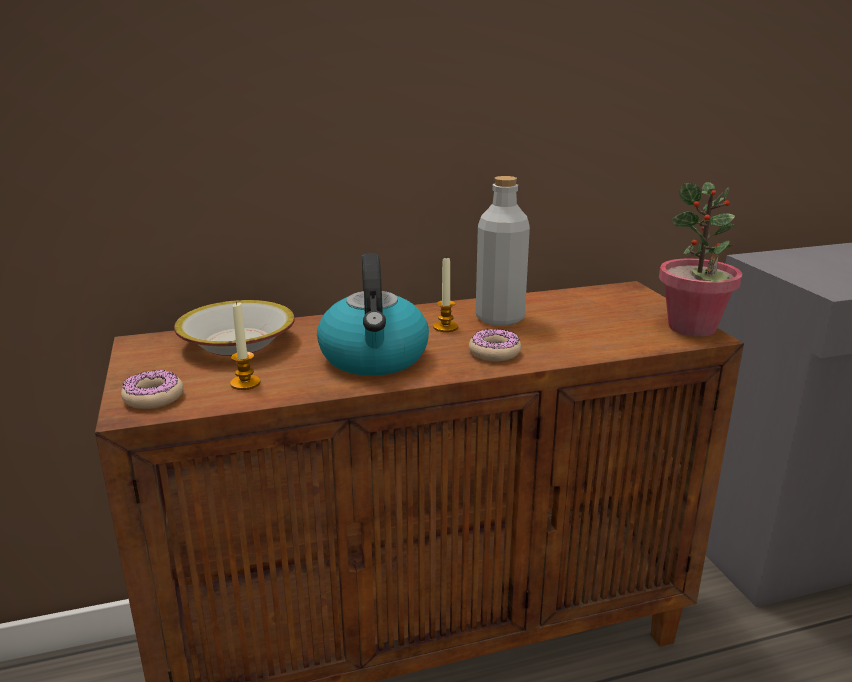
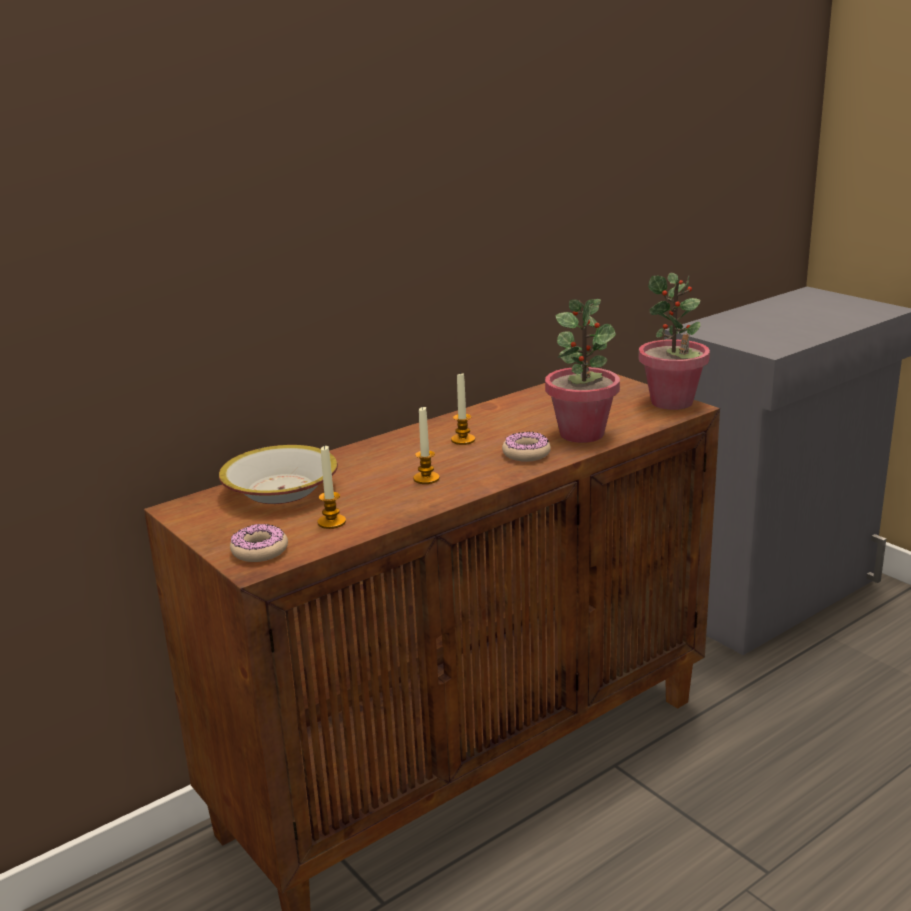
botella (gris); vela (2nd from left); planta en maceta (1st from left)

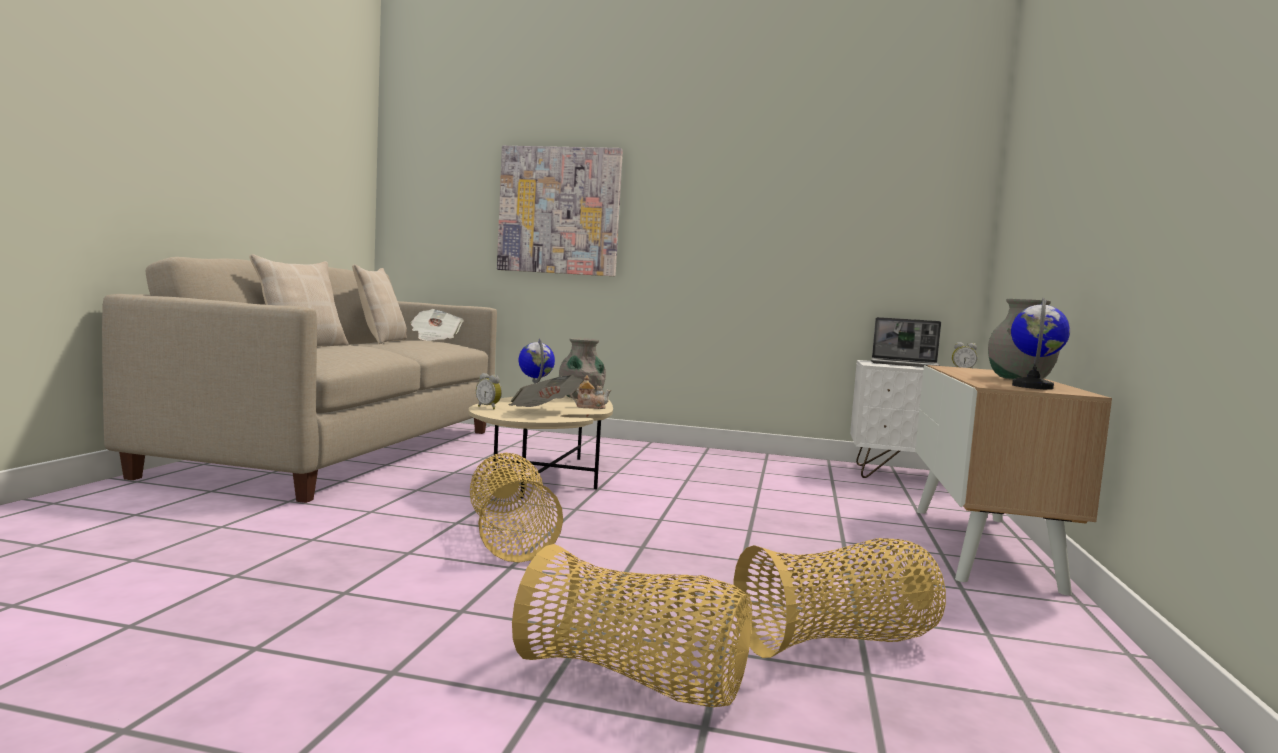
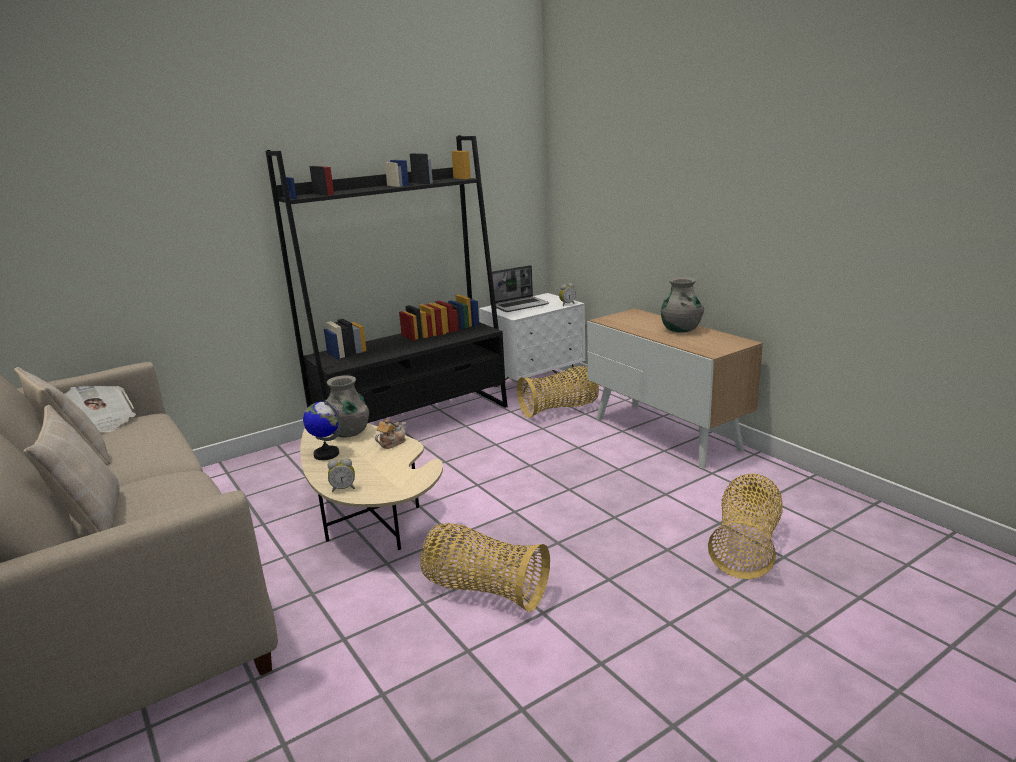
cuadro; globo terráqueo (2nd from left in the first image); periódico (2nd from left in the first image); cesta (2nd from left); estantería (negro)

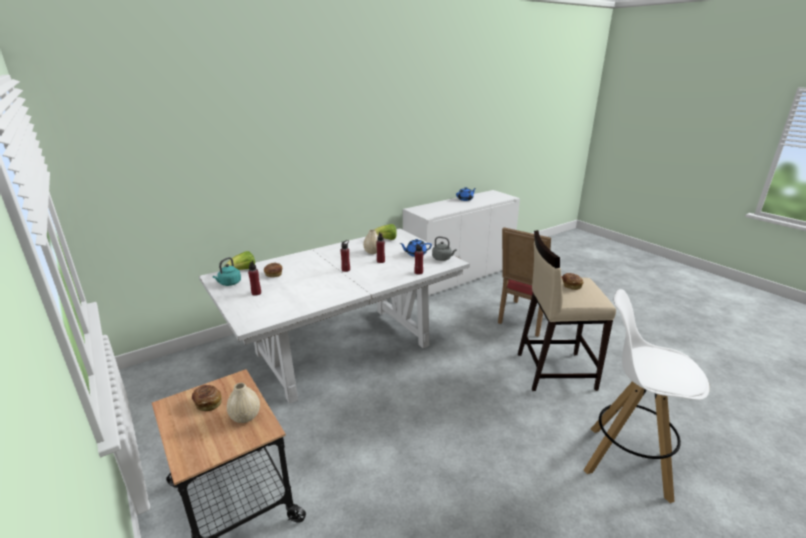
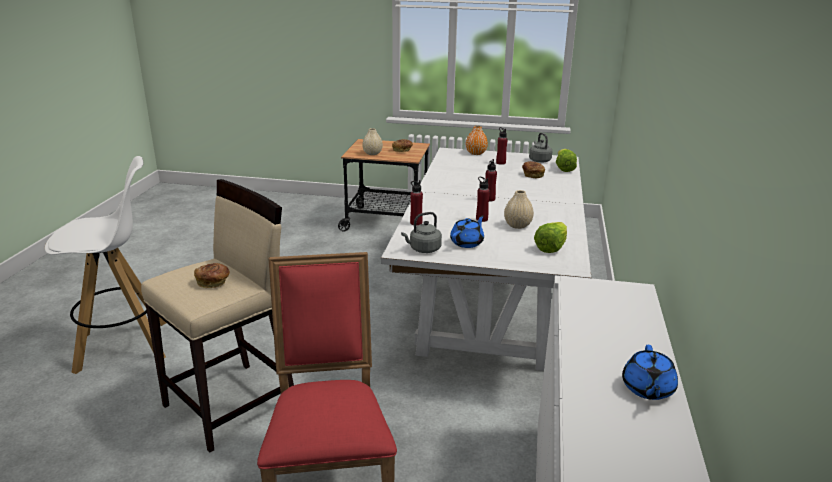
hervidor (gris) (2nd from left); florero (naranja)

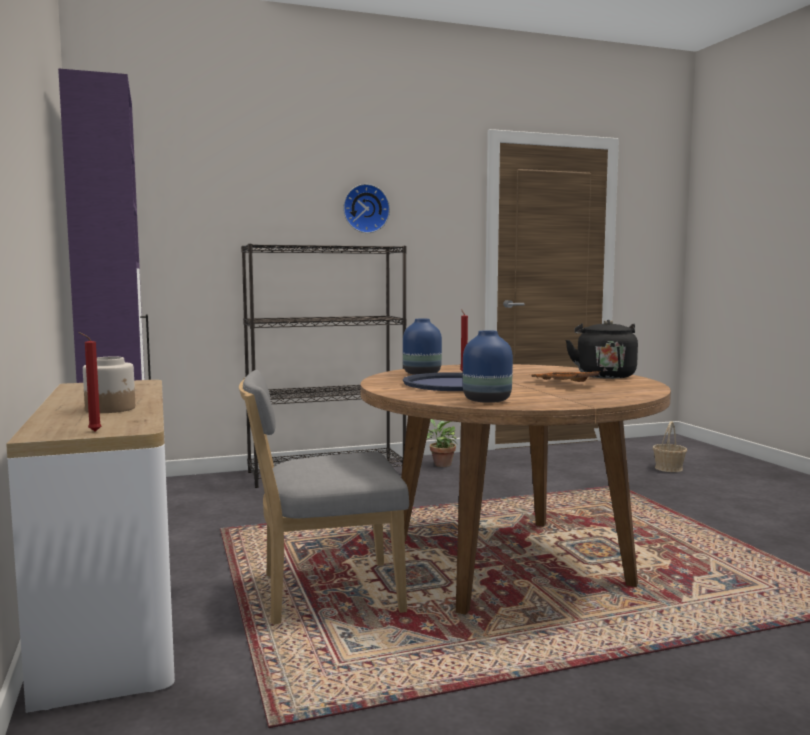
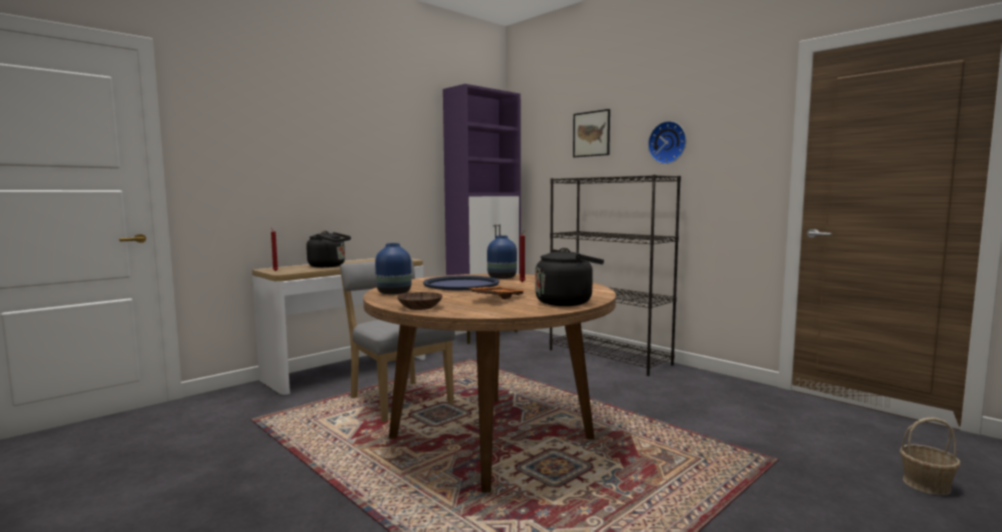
hervidor (negro) (1st from left); planta en maceta; cuadro; cuenco (marrón)

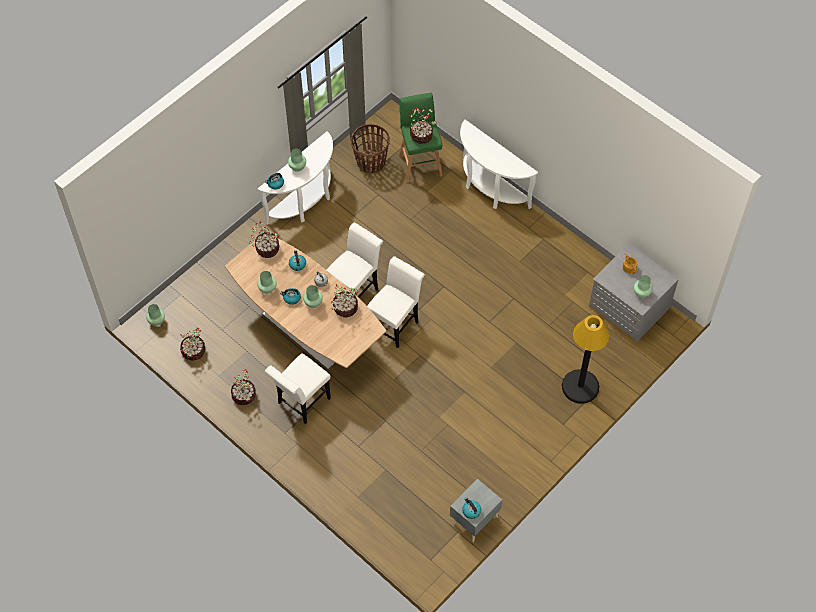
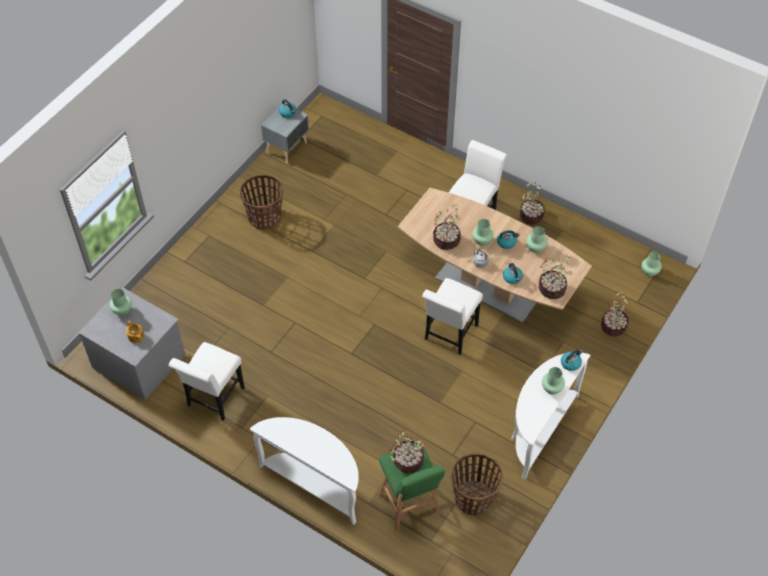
silla (blanco) (1st from left); lámpara de pie (negro); planta en maceta (5th from left); cesta (1st from left)

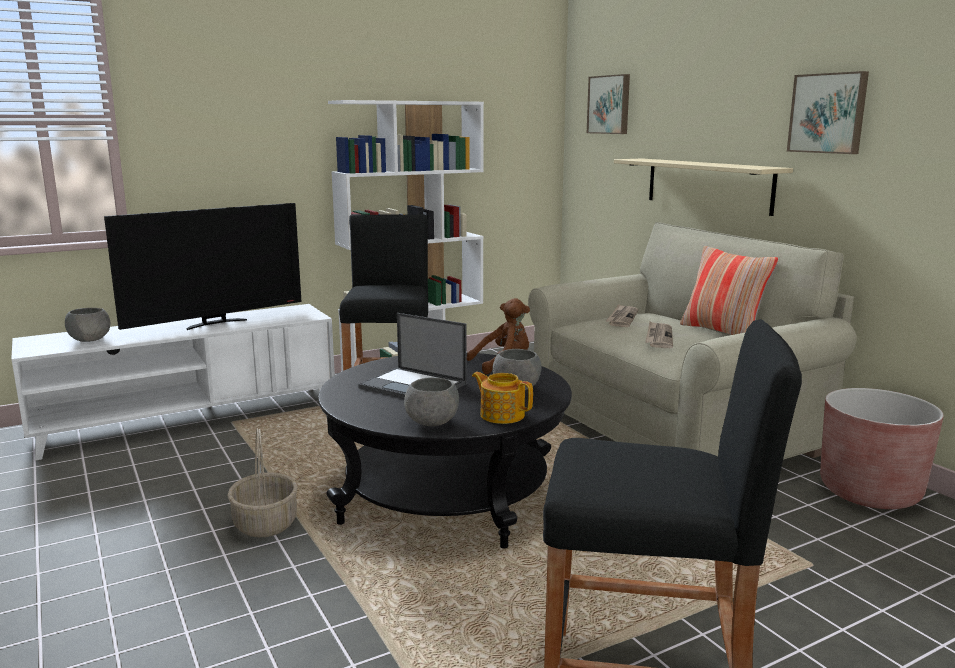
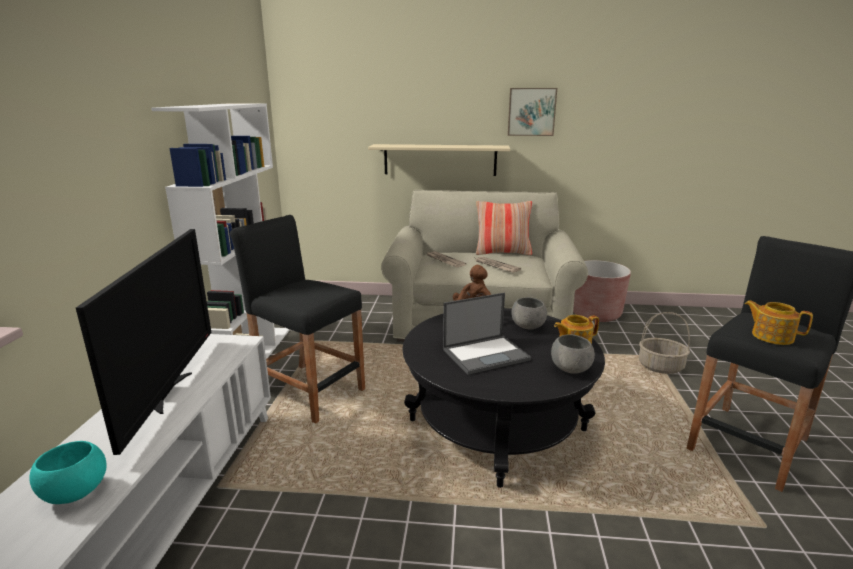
cuadro (1st from left in the first image); cuenco (turquesa); cesta; tetera (2nd from left)

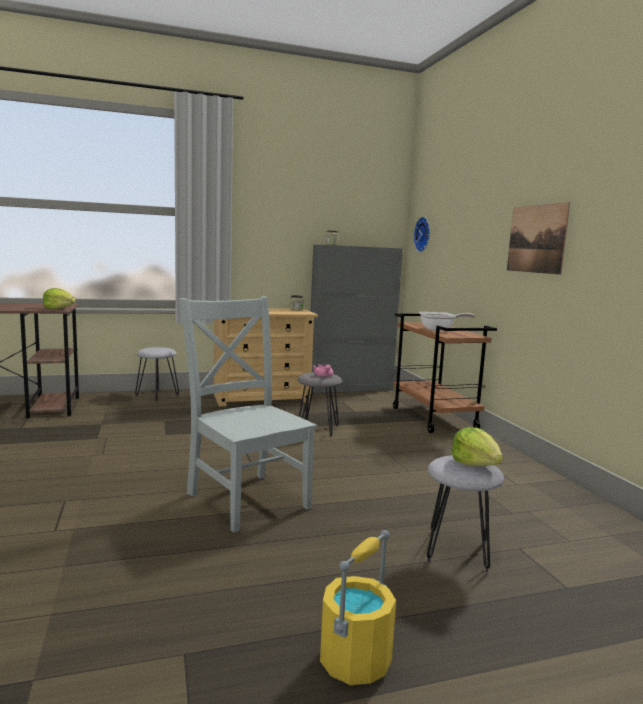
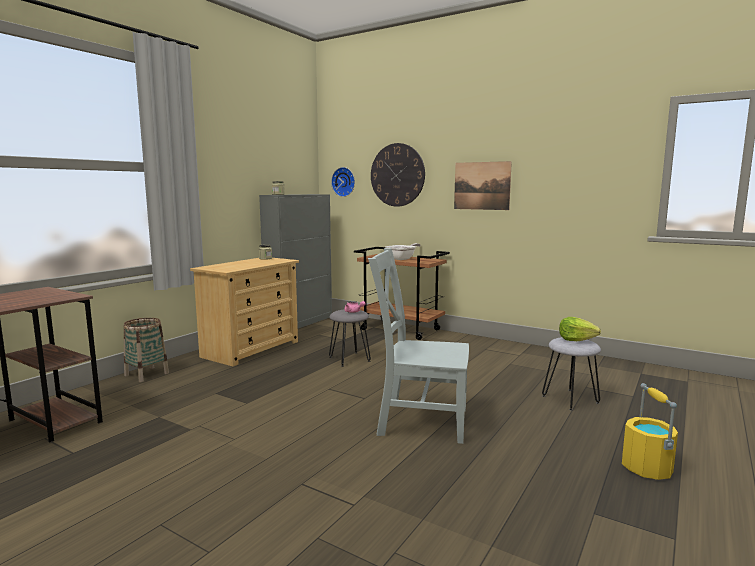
lechuga (1st from left in the first image); cesta; reloj de pared (2nd from left)

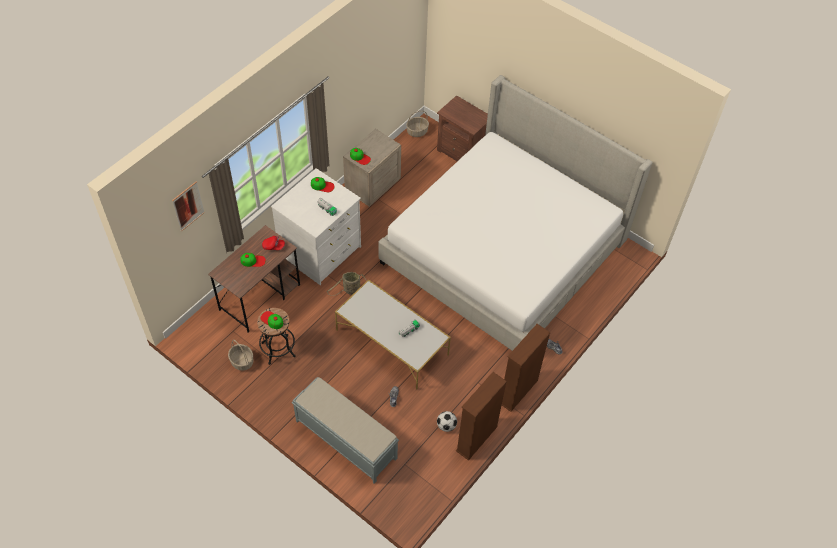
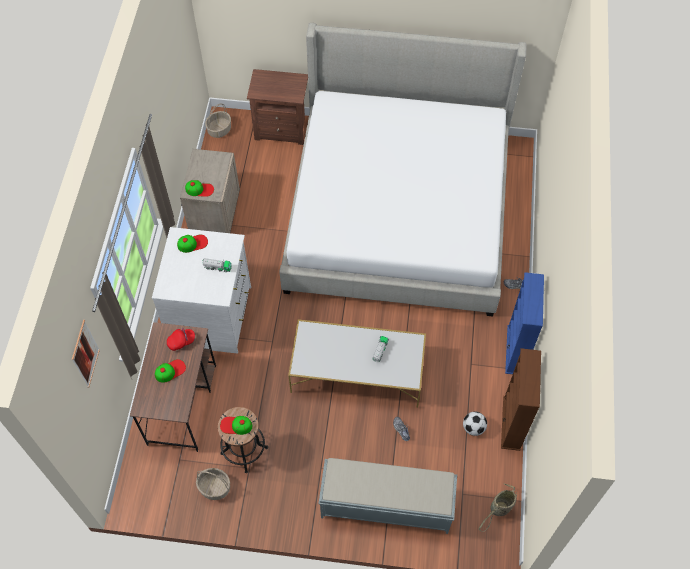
cesta (3rd from left); estantería (azul)

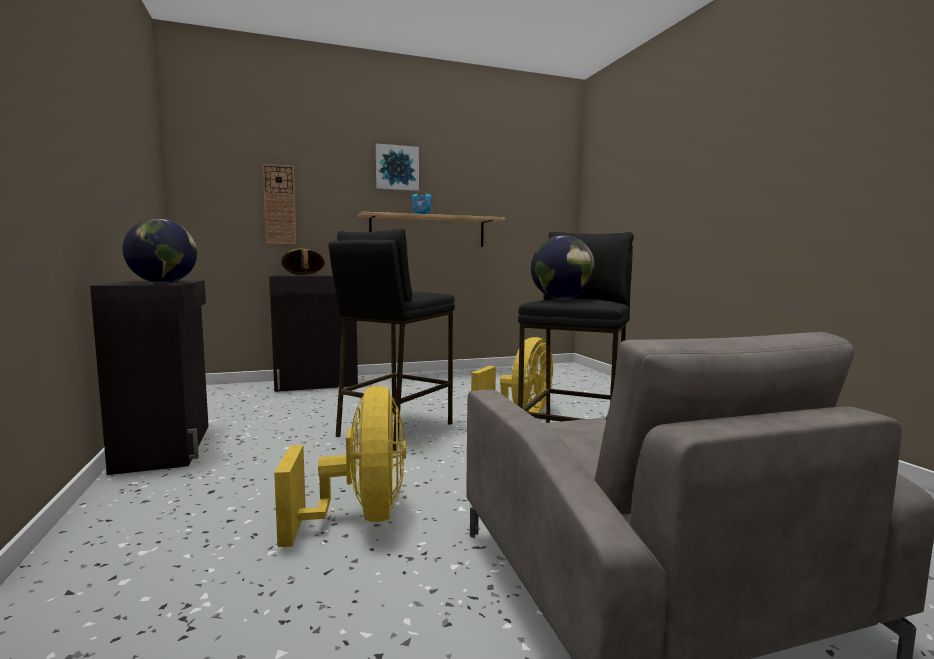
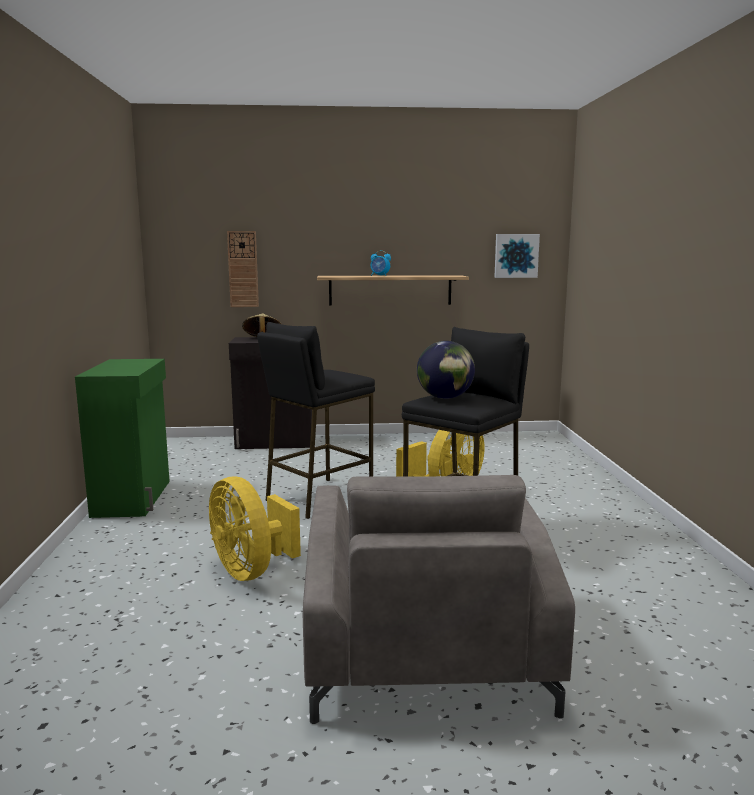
cuadro; globo terráqueo (1st from left in the first image); armario (verde); ventilador (amarillo) (1st from left)

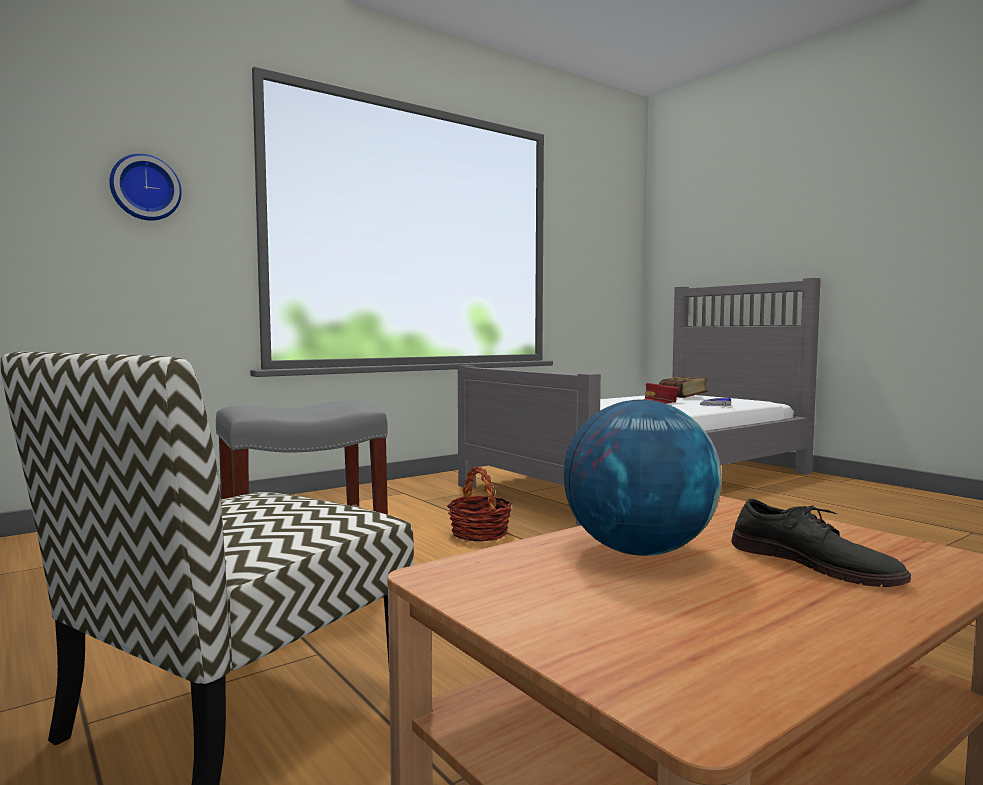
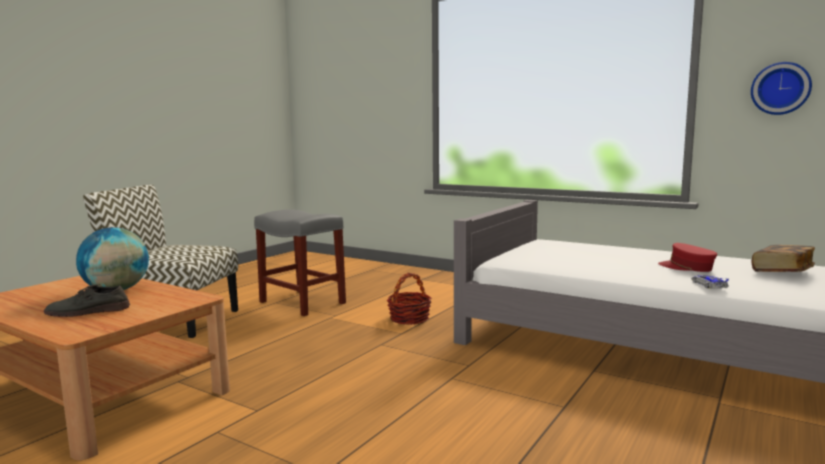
reloj de pared; zapato (gris)

